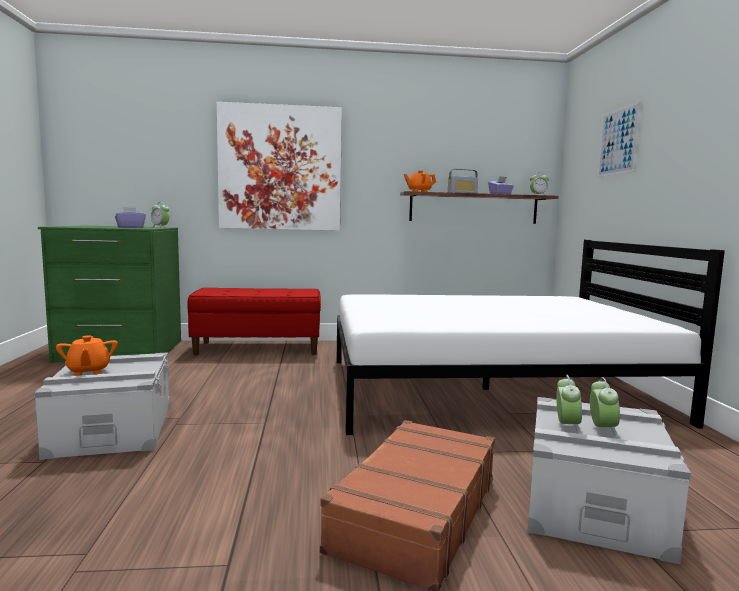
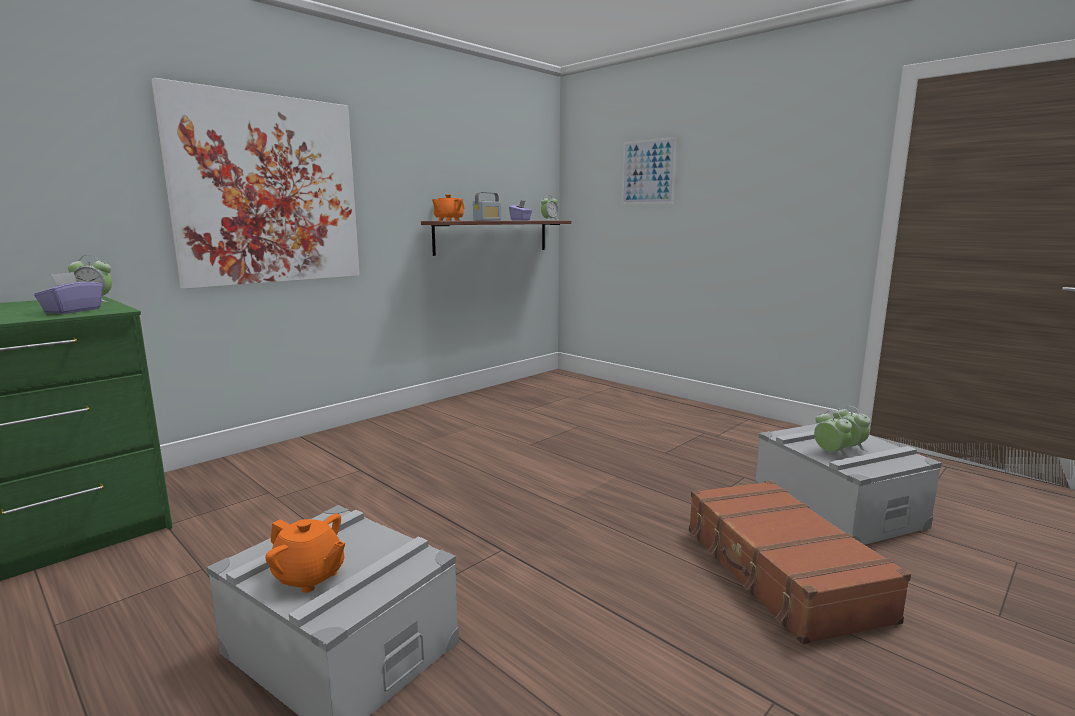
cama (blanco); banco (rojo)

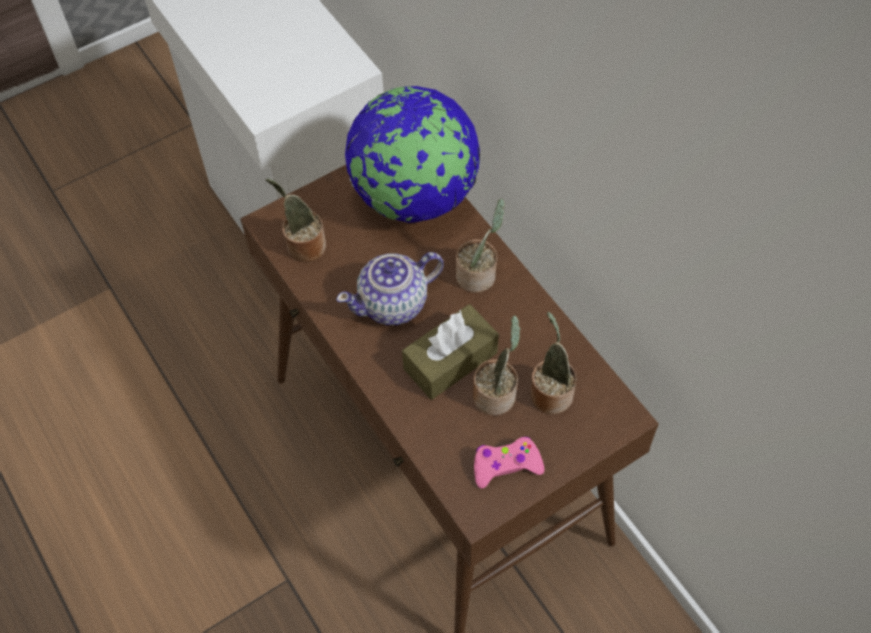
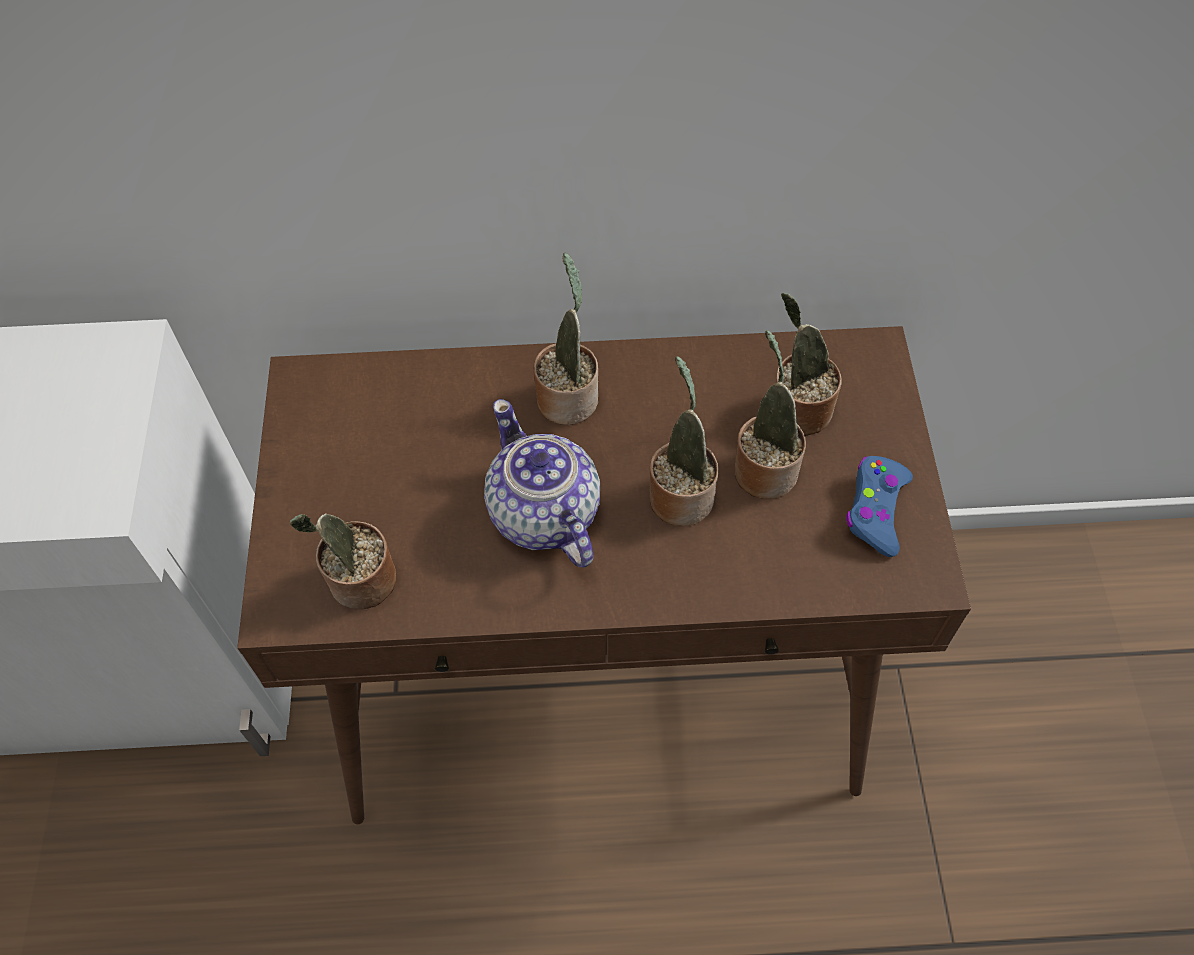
globo terráqueo; tetera; planta en maceta (3rd from left); mando de consola (azul)

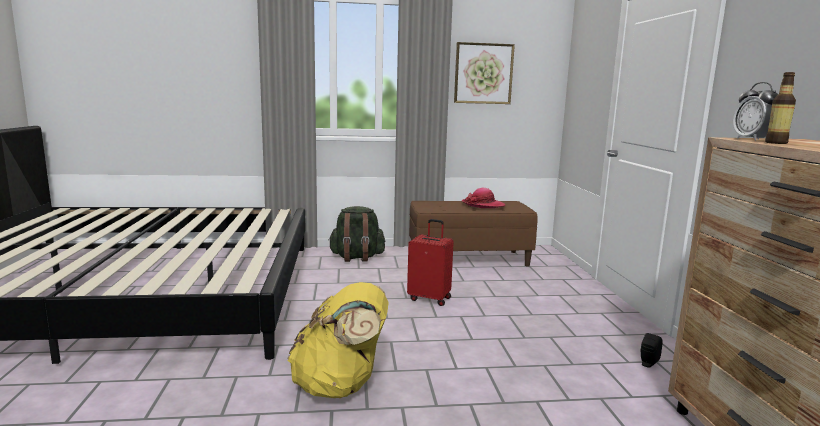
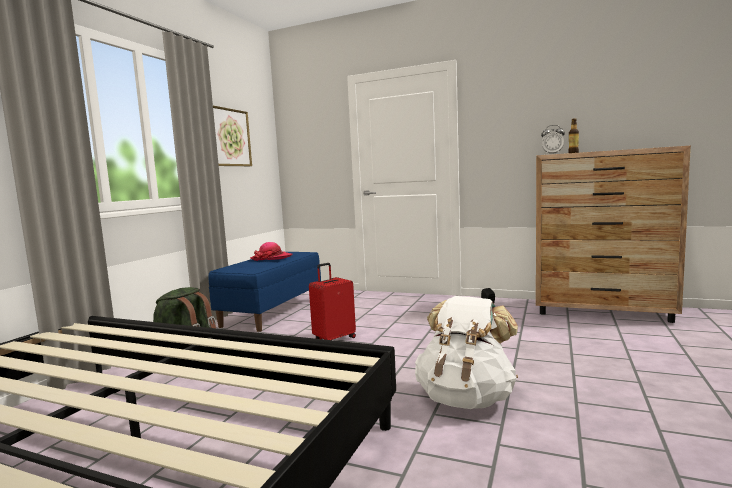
banco (azul); mochila (blanco)

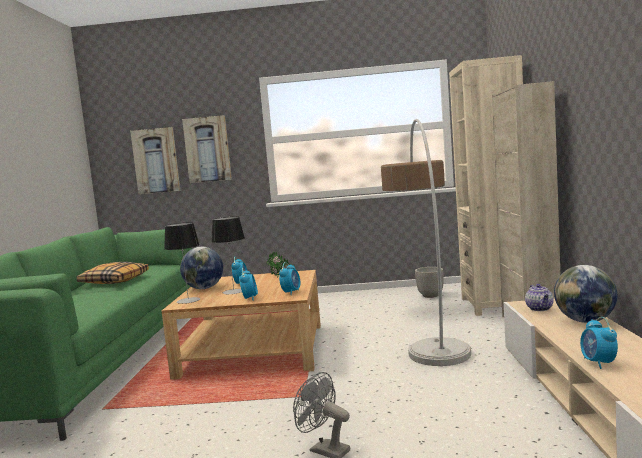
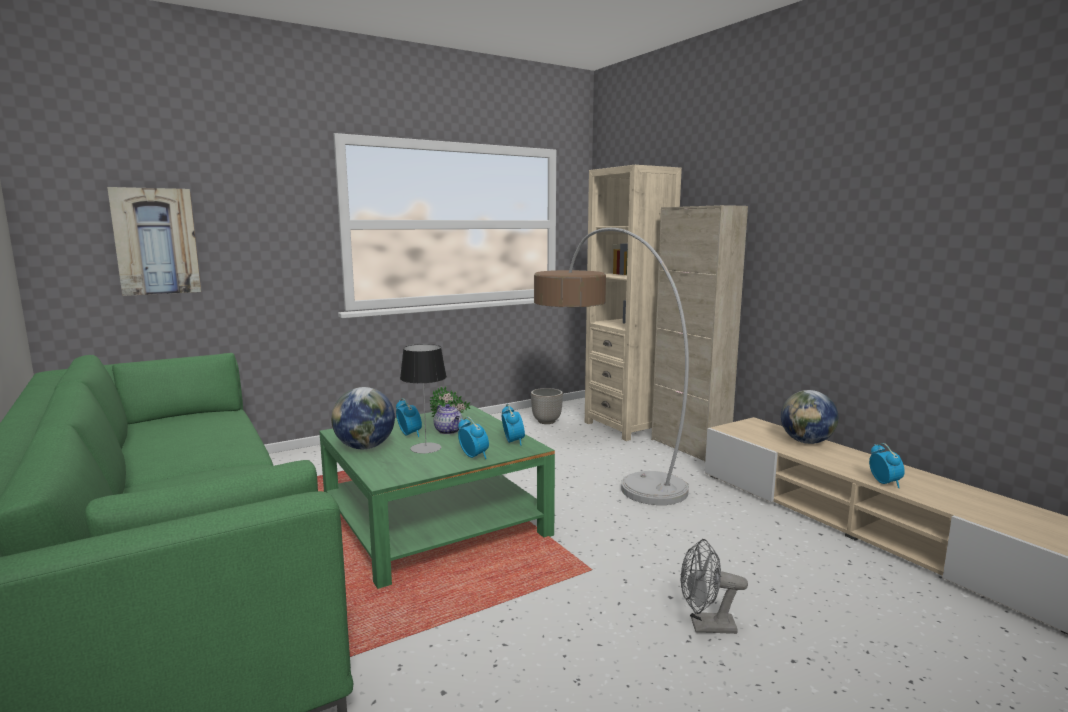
cuadro (2nd from left in the first image); lámpara de mesa (1st from left in the first image); cojín; mesa de centro (verde); tetera; despertador (4th from left)

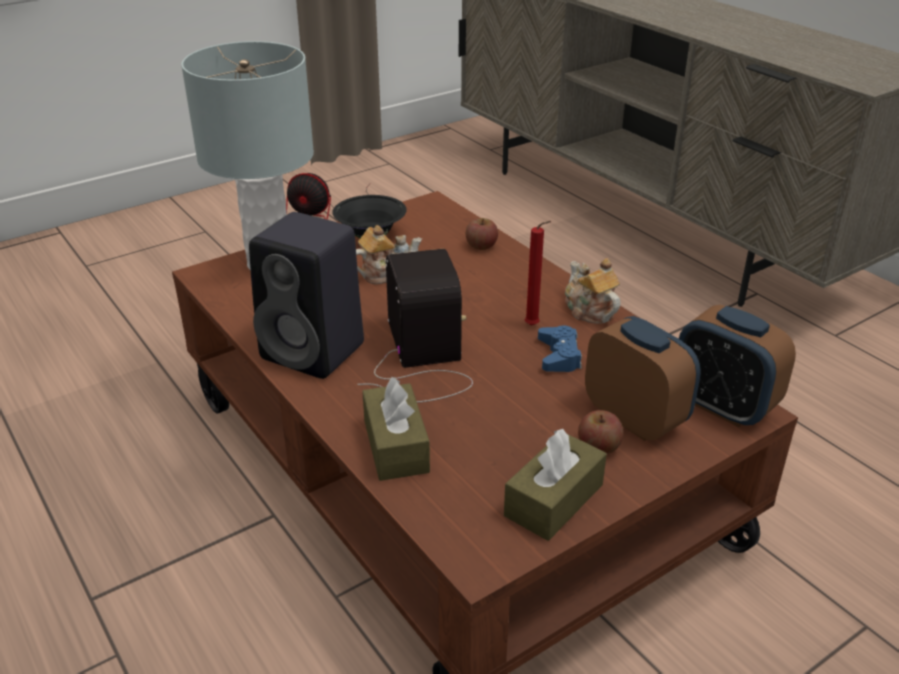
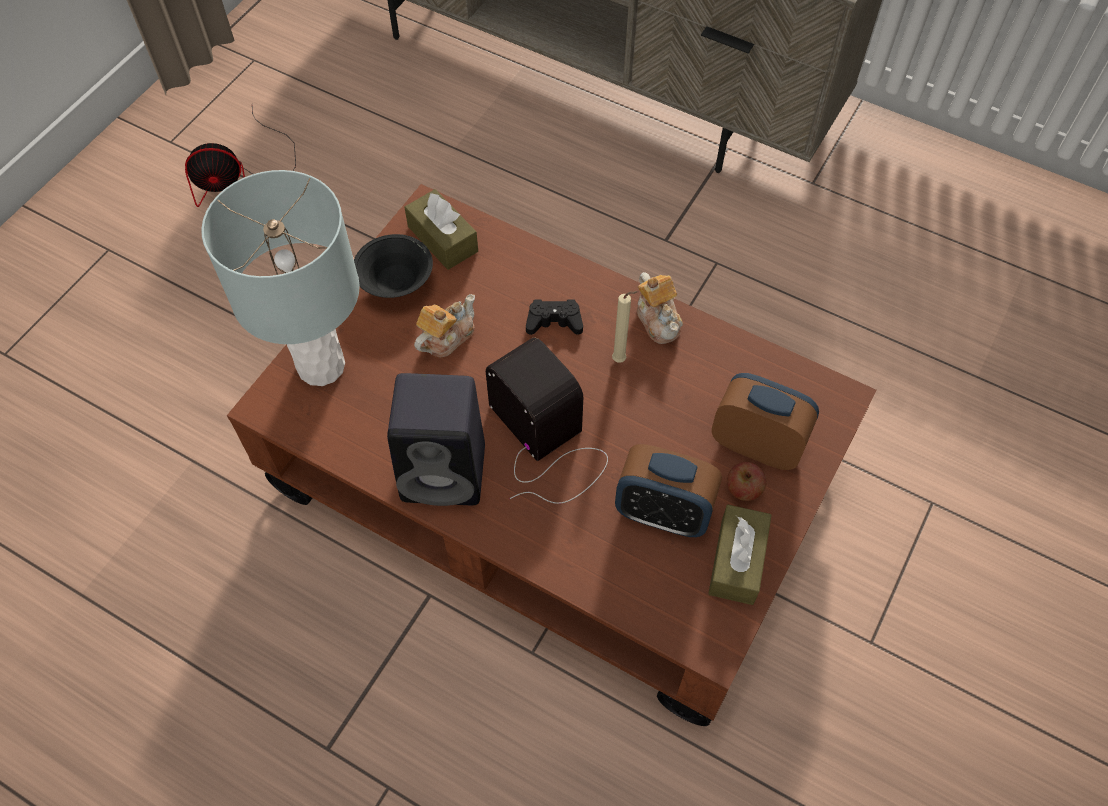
manzana (1st from left in the first image); vela (beis); tetera (2nd from left); despertador (1st from left); mando de consola (azul); caja de pañuelos (marrón) (1st from left); mando de consola (negro)

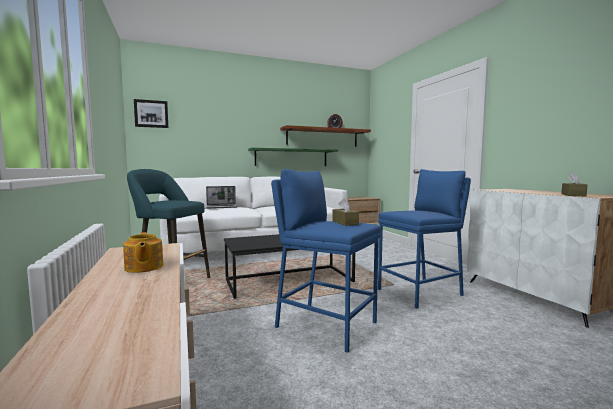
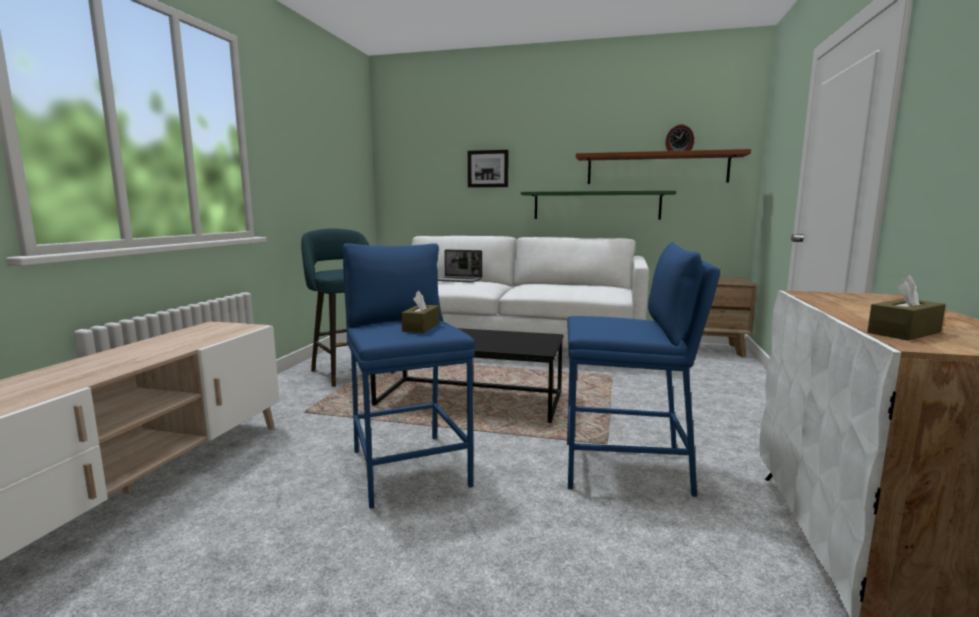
cuadro; tetera

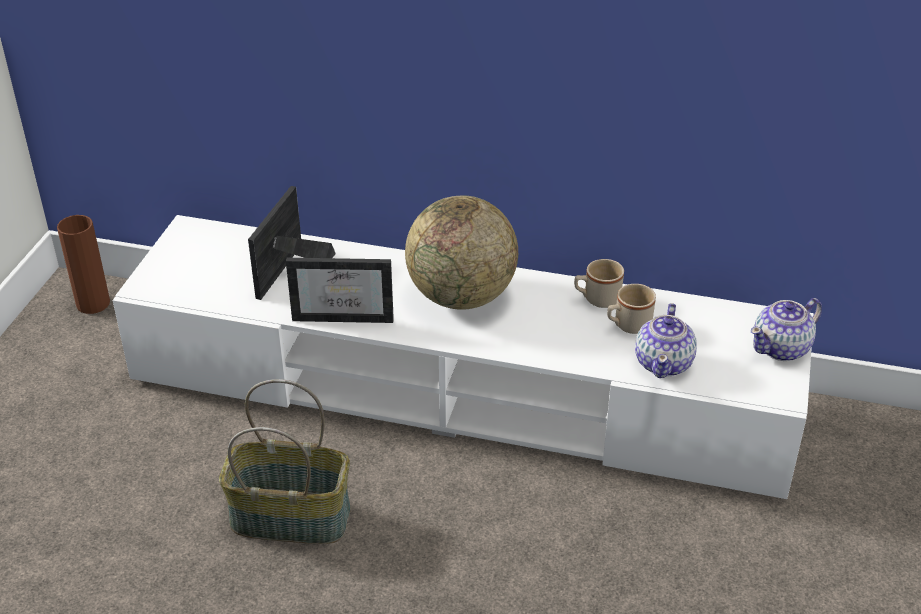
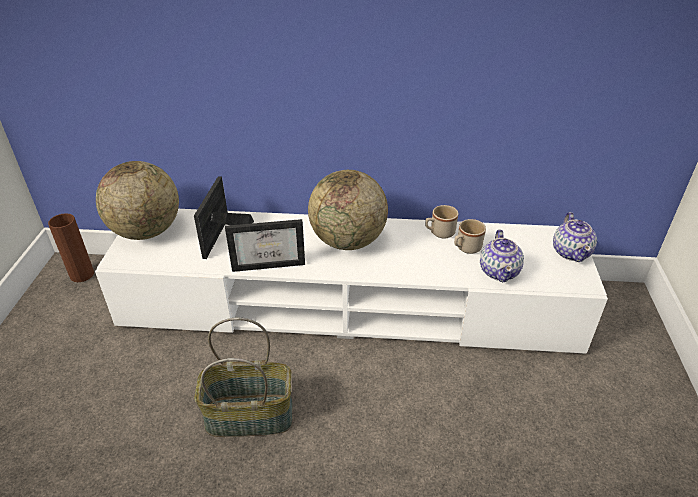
tetera (2nd from left); globo terráqueo (1st from left)

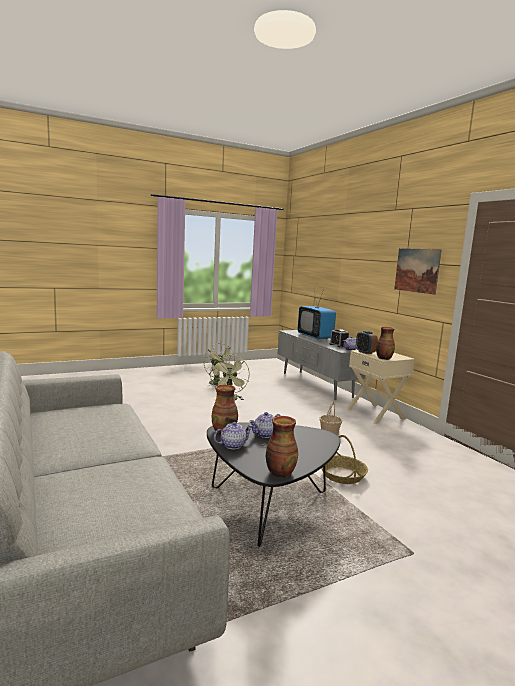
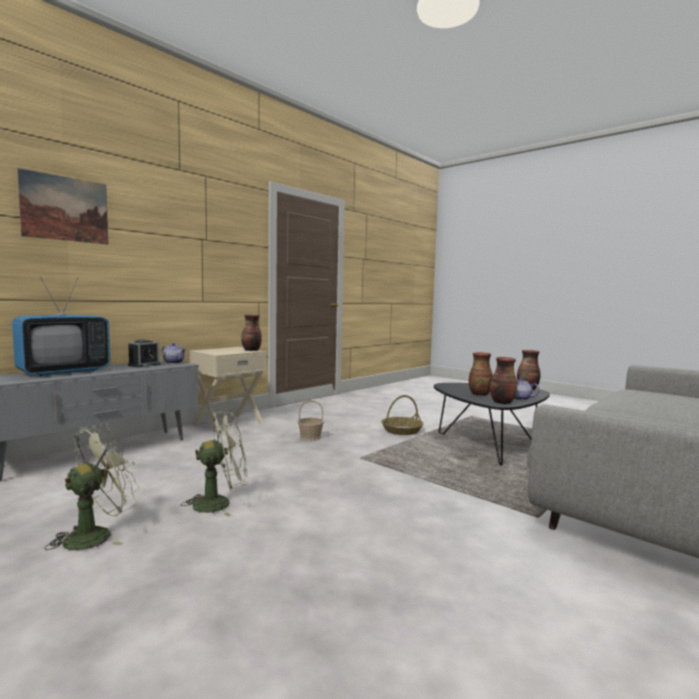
cuadro; despertador (2nd from left in the first image); florero (2nd from left)

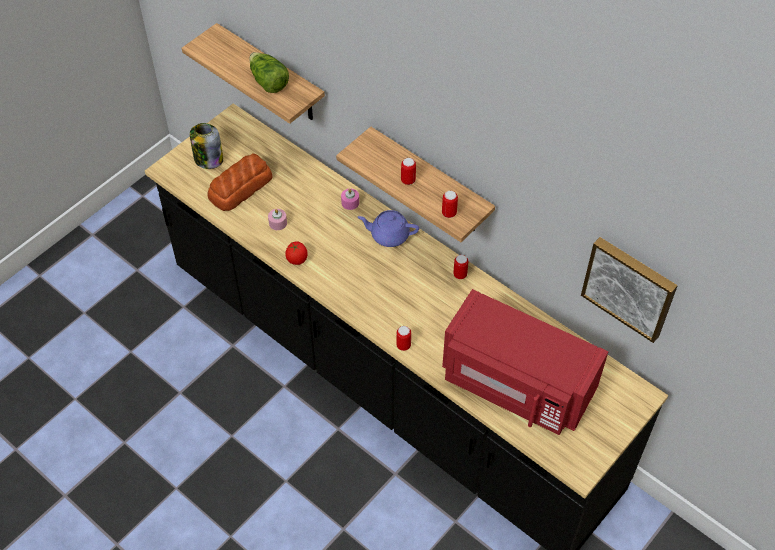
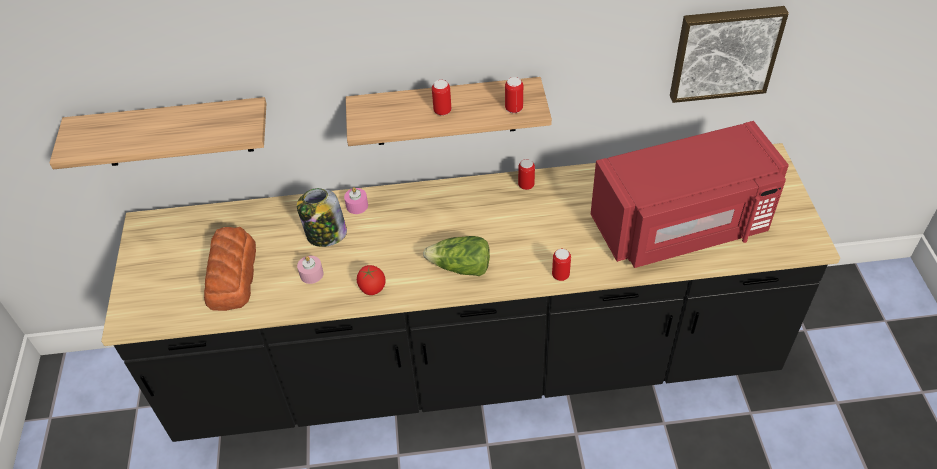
lechuga; tarro; tetera (morado)

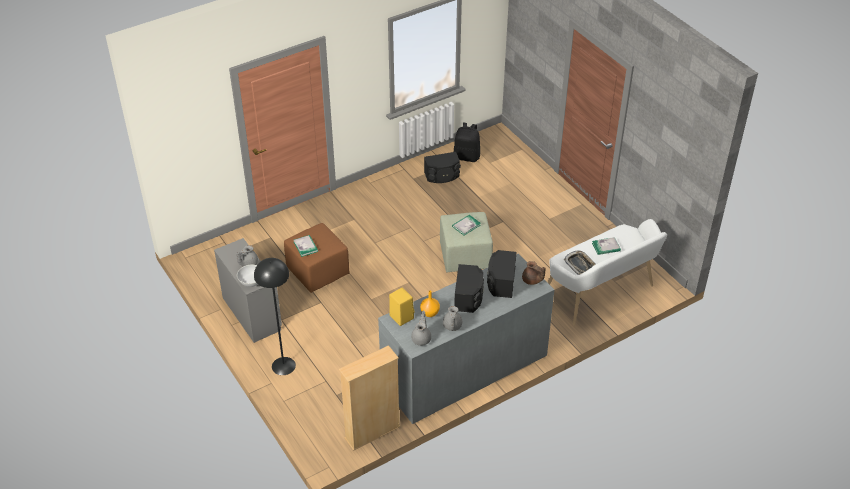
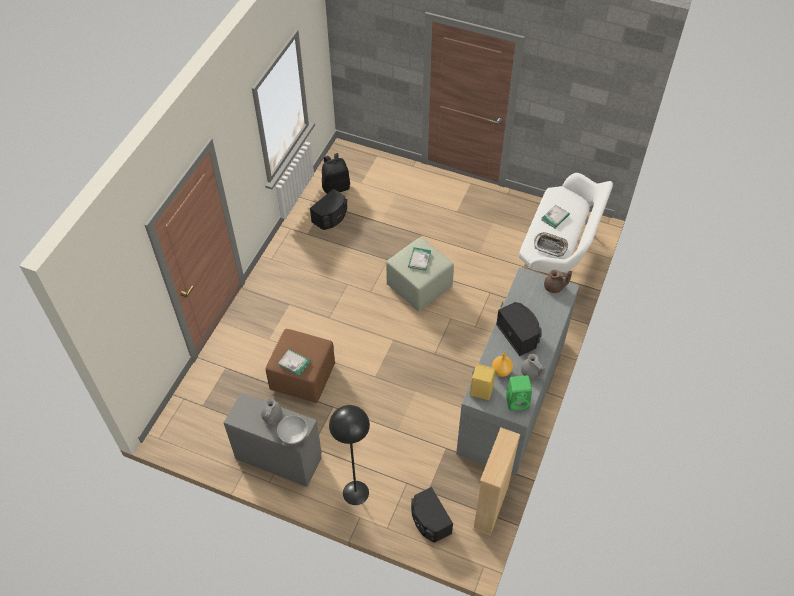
altavoz (negro) (2nd from left); altavoz (verde)

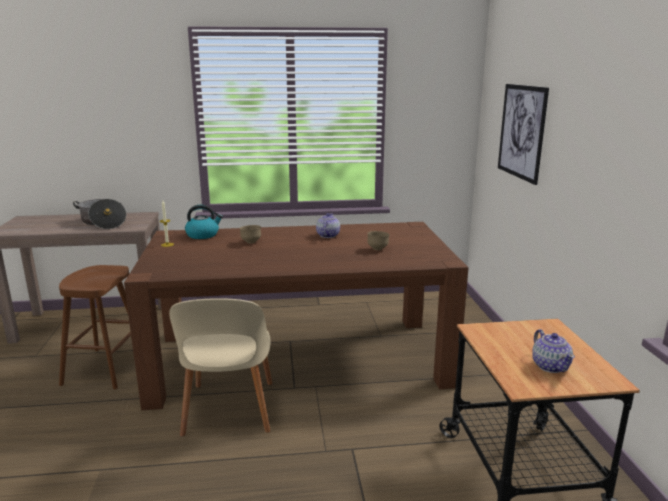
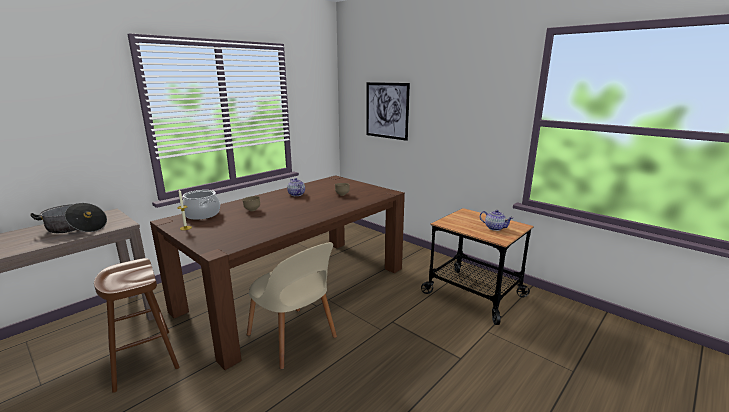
olla (2nd from left)

